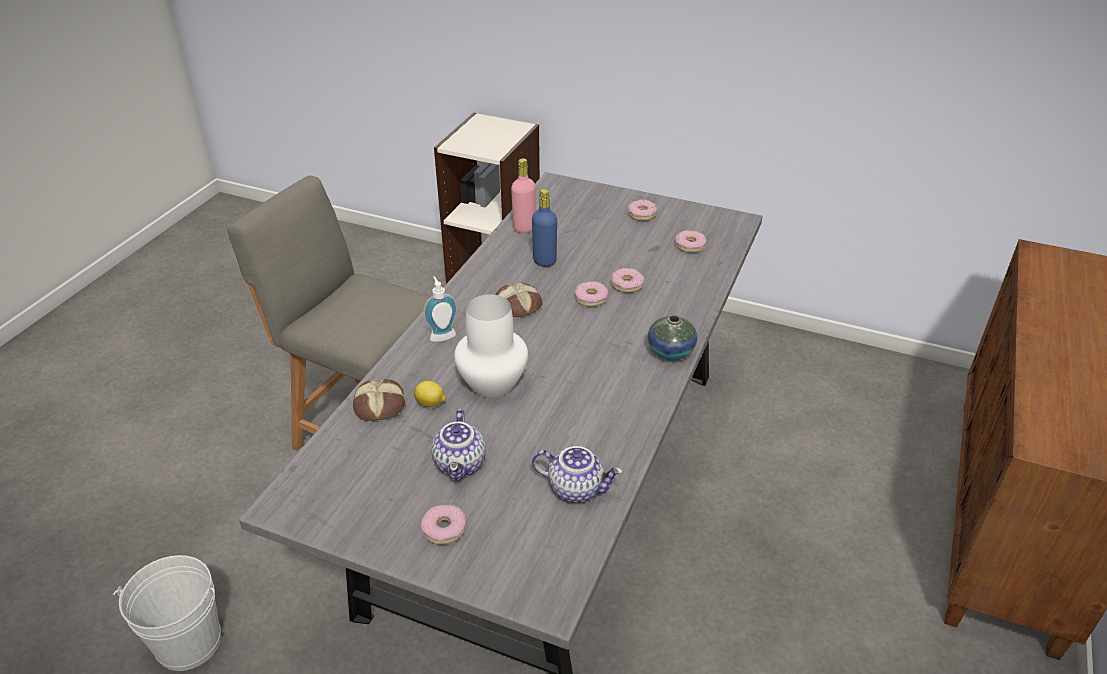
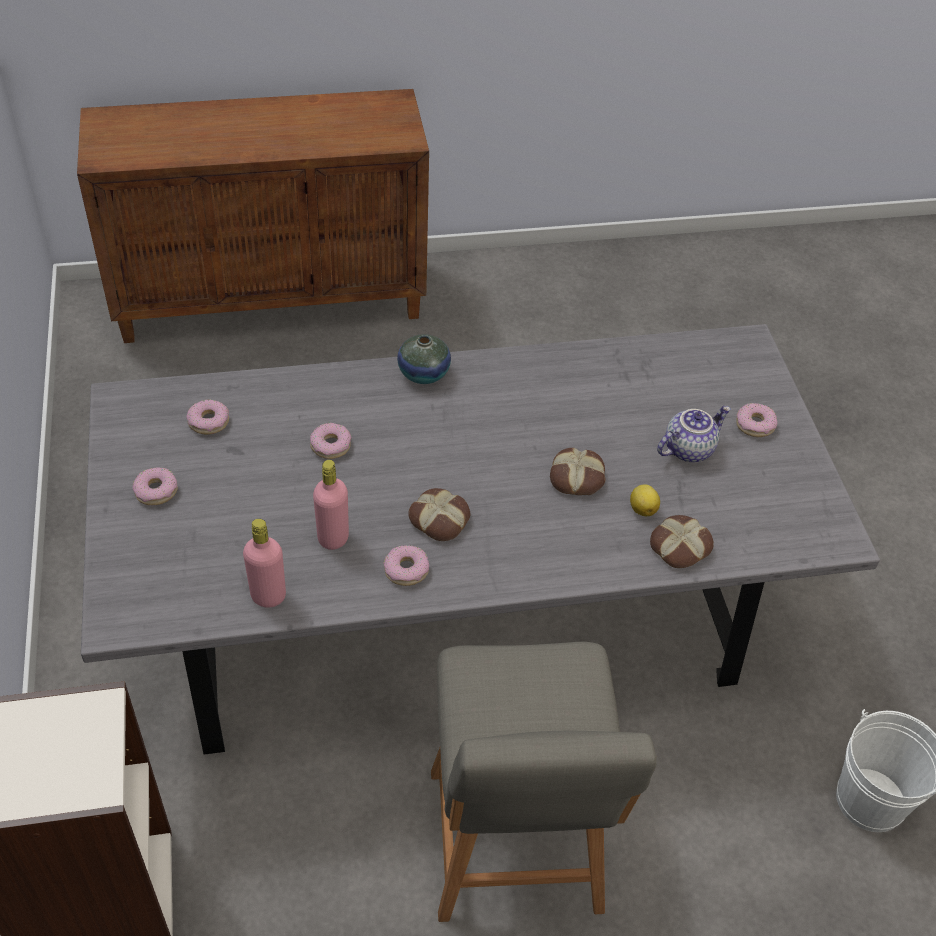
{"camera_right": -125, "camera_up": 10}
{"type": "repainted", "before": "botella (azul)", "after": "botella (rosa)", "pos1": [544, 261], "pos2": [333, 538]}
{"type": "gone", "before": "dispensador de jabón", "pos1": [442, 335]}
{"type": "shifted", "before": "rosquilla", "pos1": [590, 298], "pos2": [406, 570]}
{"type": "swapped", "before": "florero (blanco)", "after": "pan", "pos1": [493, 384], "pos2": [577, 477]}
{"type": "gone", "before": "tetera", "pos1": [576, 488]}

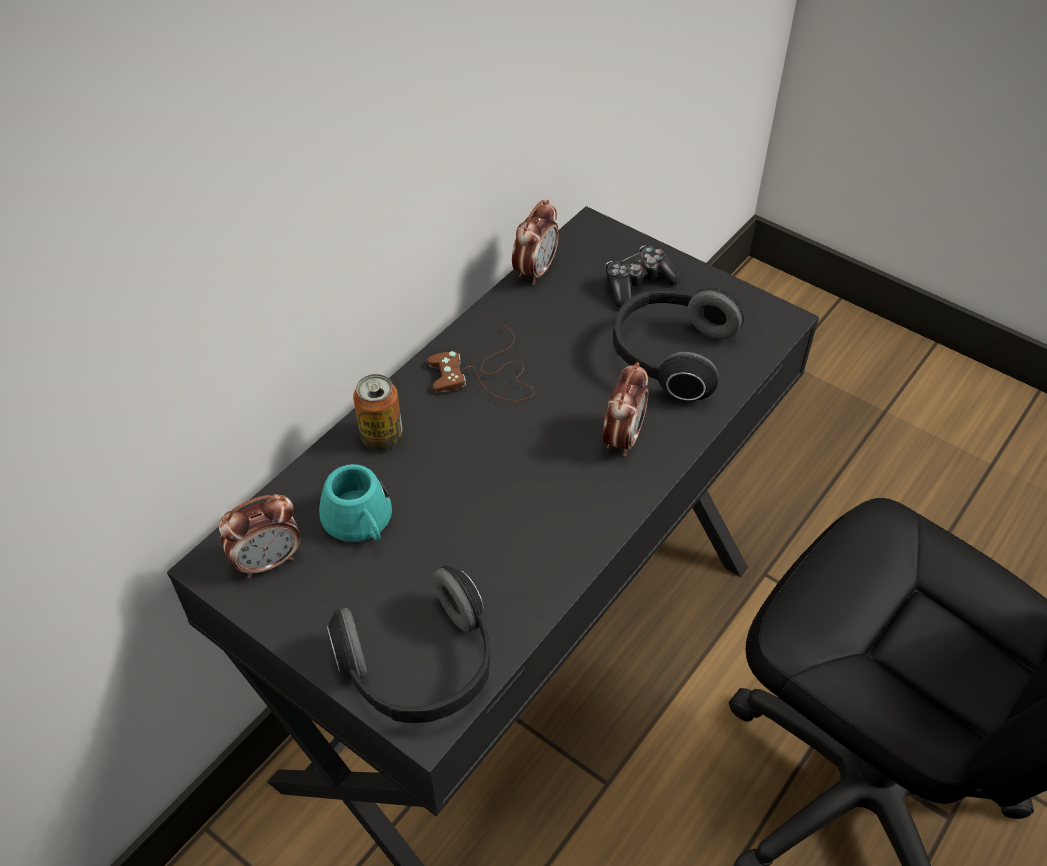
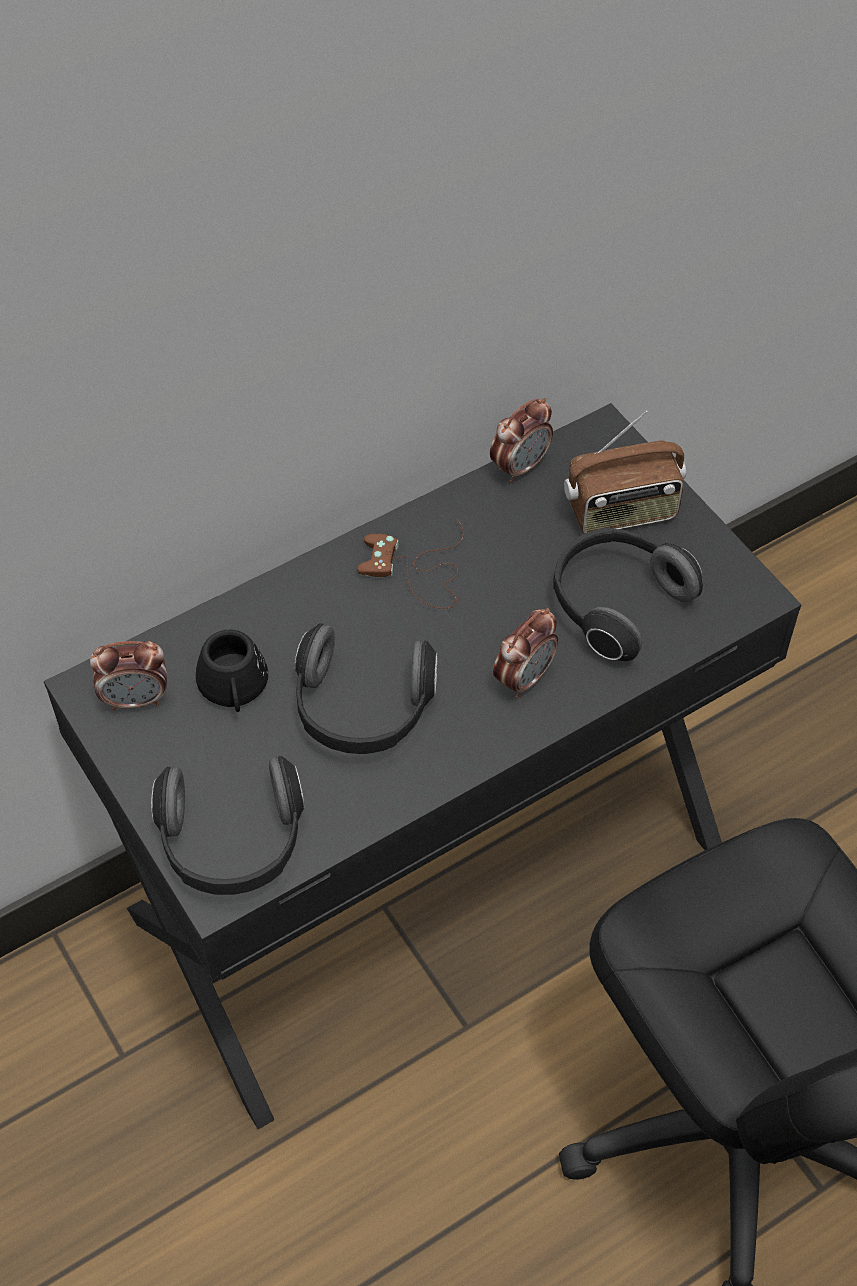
{"camera_right": 20, "camera_up": 5}
{"type": "swapped", "before": "mando de consola", "after": "radio", "pos1": [637, 284], "pos2": [622, 512]}
{"type": "gone", "before": "lata", "pos1": [381, 437]}
{"type": "repainted", "before": "taza grande (turquesa)", "after": "taza grande (negro)", "pos1": [361, 523], "pos2": [234, 689]}
{"type": "new", "after": "auriculares", "pos2": [362, 710]}

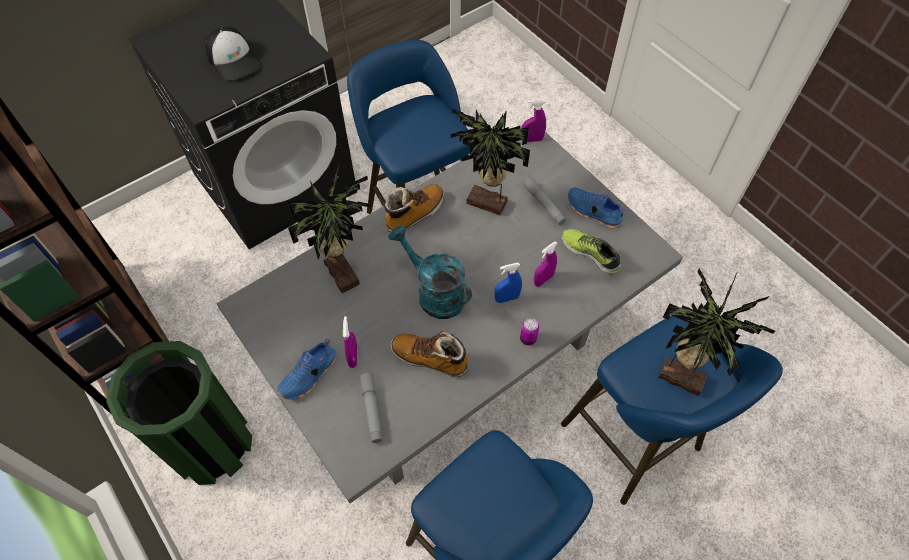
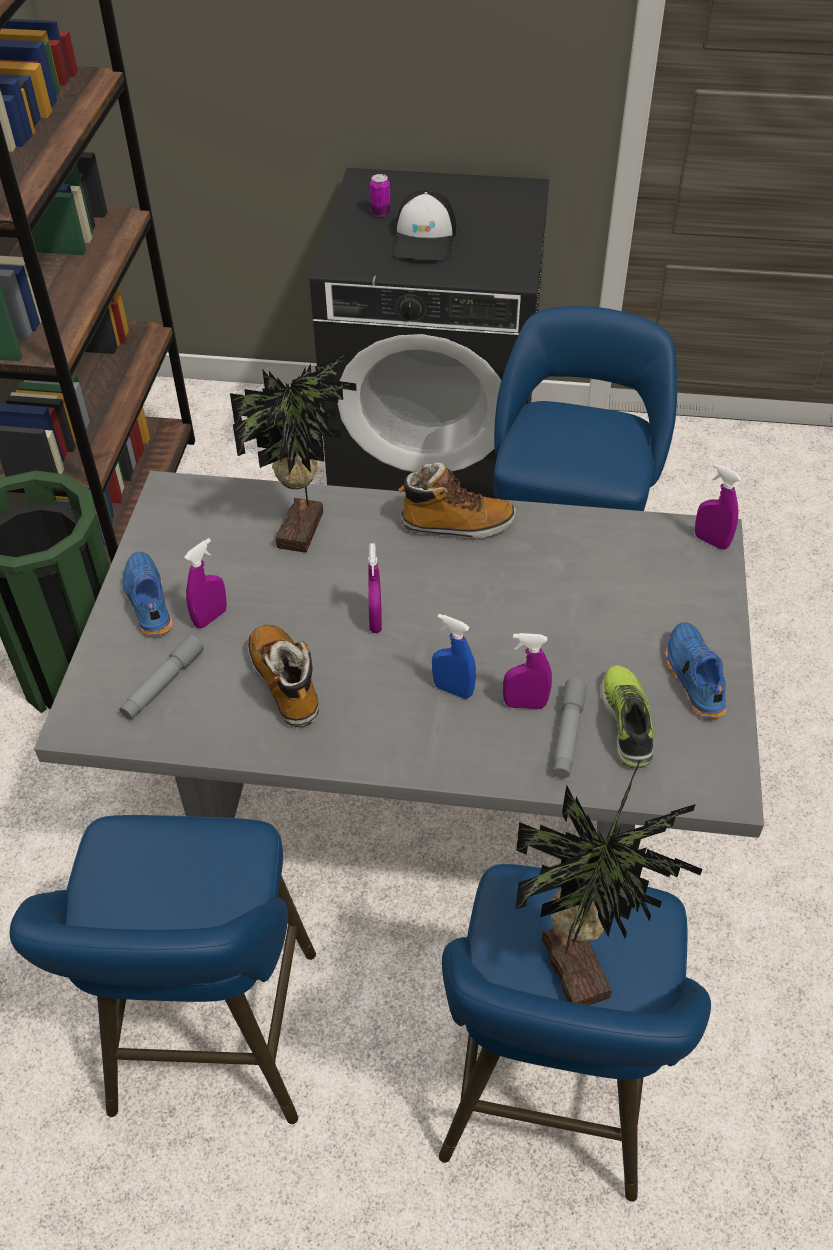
{"camera_right": 45, "camera_up": -10}
{"type": "gone", "before": "planta en maceta", "pos1": [486, 205]}
{"type": "shifted", "before": "linterna (gris)", "pos1": [544, 204], "pos2": [567, 734]}
{"type": "swapped", "before": "regadera (turquesa)", "after": "pulverizador (morado)", "pos1": [434, 292], "pos2": [375, 620]}
{"type": "shifted", "before": "lata", "pos1": [528, 339], "pos2": [380, 213]}
{"type": "rotated", "before": "zapato (azul)", "pos1": [309, 376], "pos2": [147, 602], "turn": 75}

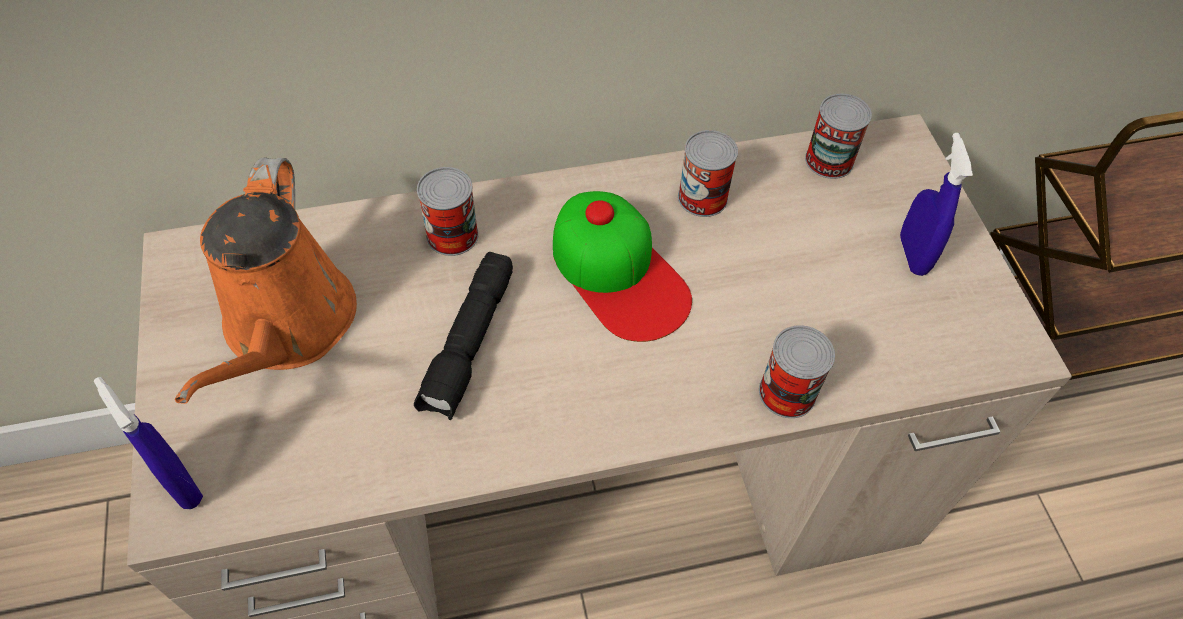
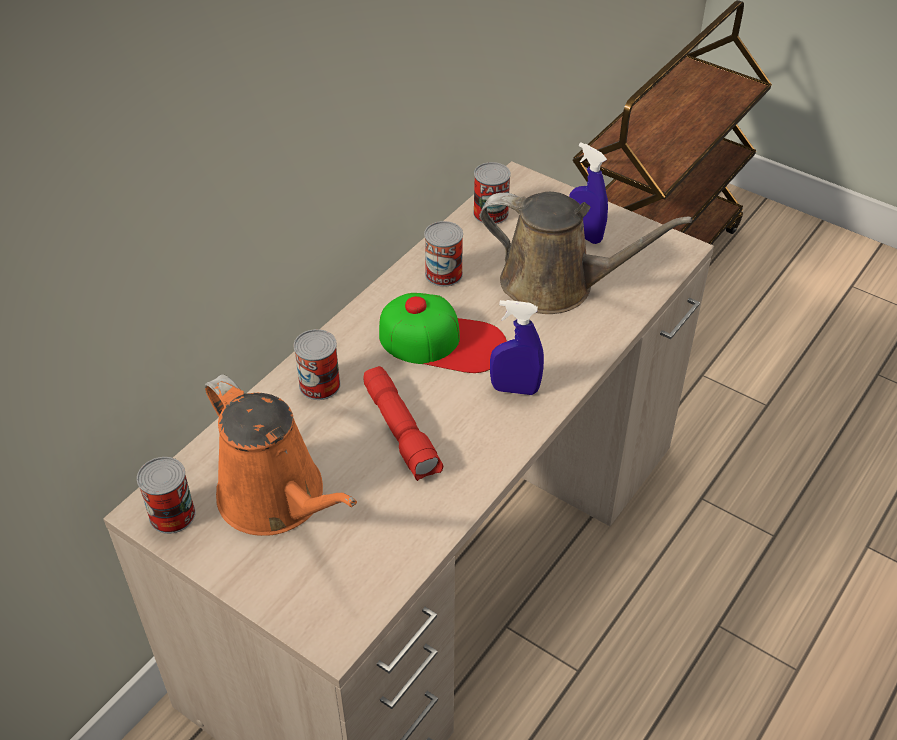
{"camera_right": -40, "camera_up": -10}
{"type": "repainted", "before": "linterna (negro)", "after": "linterna (rojo)", "pos1": [470, 344], "pos2": [402, 432]}
{"type": "shifted", "before": "lata", "pos1": [787, 392], "pos2": [172, 514]}
{"type": "shifted", "before": "pulverizador (azul)", "pos1": [182, 483], "pos2": [515, 389]}
{"type": "new", "after": "regadera (marrón)", "pos2": [556, 285]}

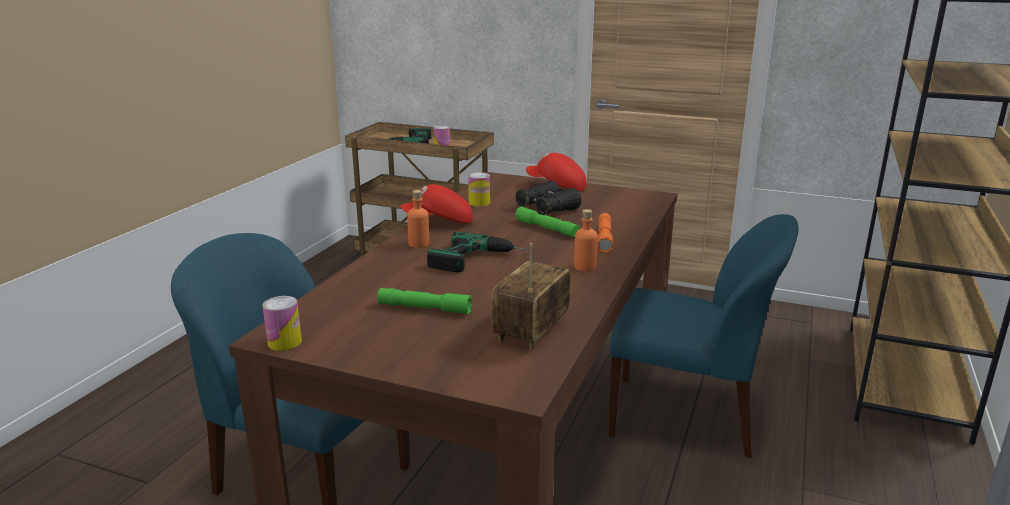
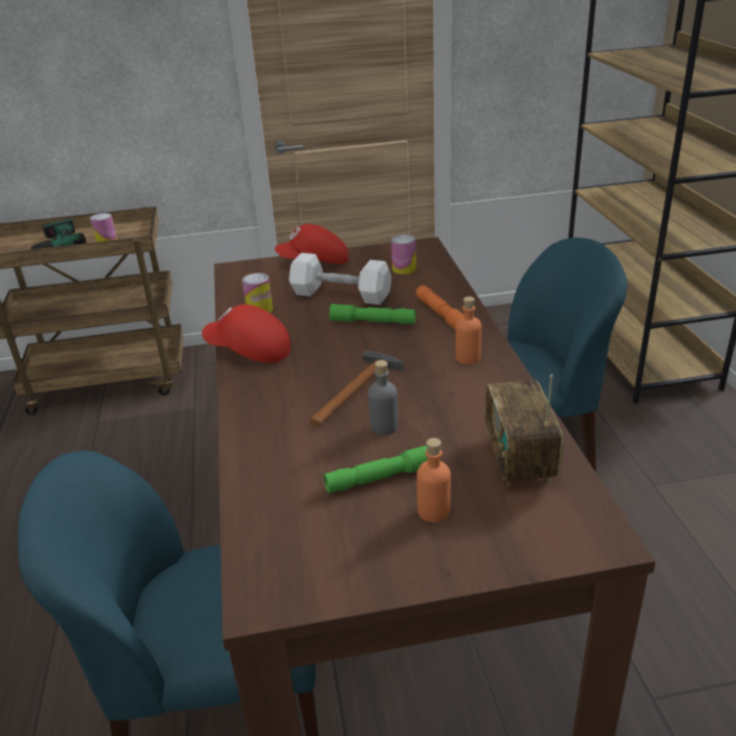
{"camera_right": -30, "camera_up": 10}
{"type": "swapped", "before": "prismáticos (negro)", "after": "mancuerna (blanco)", "pos1": [547, 208], "pos2": [341, 295]}
{"type": "rotated", "before": "gorra (rojo)", "pos1": [439, 222], "pos2": [249, 352], "turn": 60}
{"type": "shifted", "before": "botella (naranja)", "pos1": [419, 244], "pos2": [433, 511]}
{"type": "swapped", "before": "taladro", "after": "martillo", "pos1": [479, 260], "pos2": [357, 388]}
{"type": "shifted", "before": "lata", "pos1": [284, 342], "pos2": [404, 269]}
{"type": "new", "after": "botella (gris)", "pos2": [384, 427]}

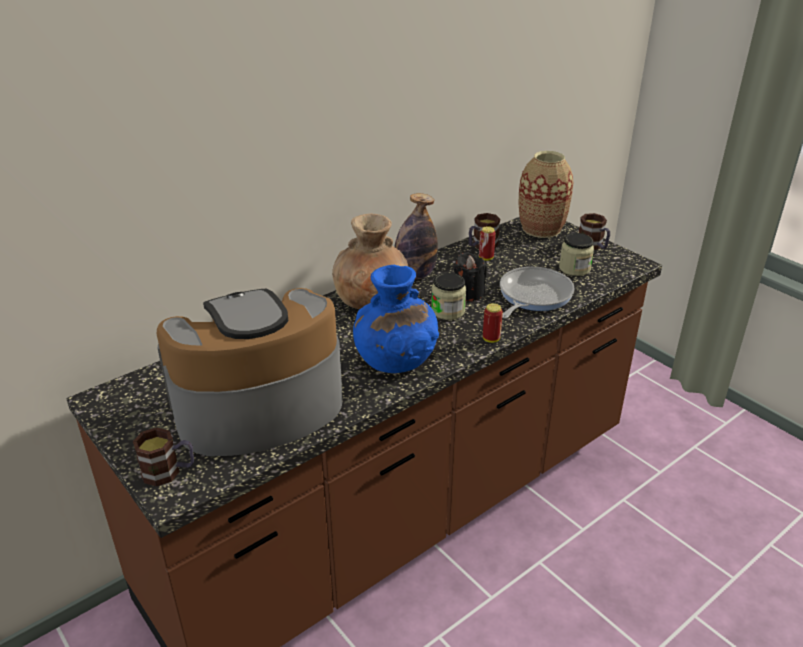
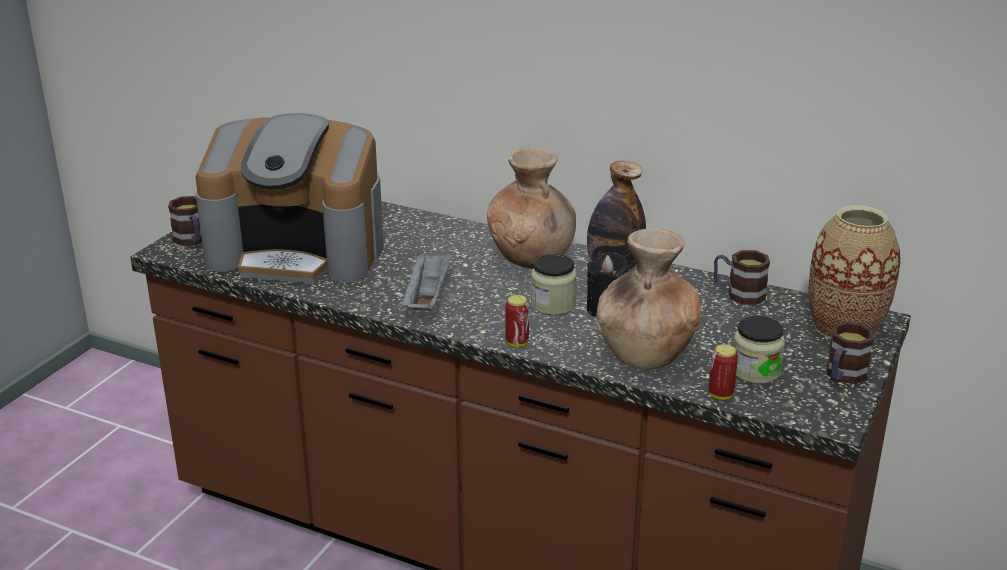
{"camera_right": 65, "camera_up": -5}
{"type": "shifted", "before": "lata", "pos1": [486, 258], "pos2": [720, 395]}
{"type": "swapped", "before": "florero (azul)", "after": "bandeja (gris)", "pos1": [395, 360], "pos2": [427, 297]}
{"type": "swapped", "before": "sartén", "after": "florero (marrón)", "pos1": [532, 296], "pos2": [646, 352]}
{"type": "rotated", "before": "cafetera", "pos1": [257, 407], "pos2": [299, 251], "turn": 150}

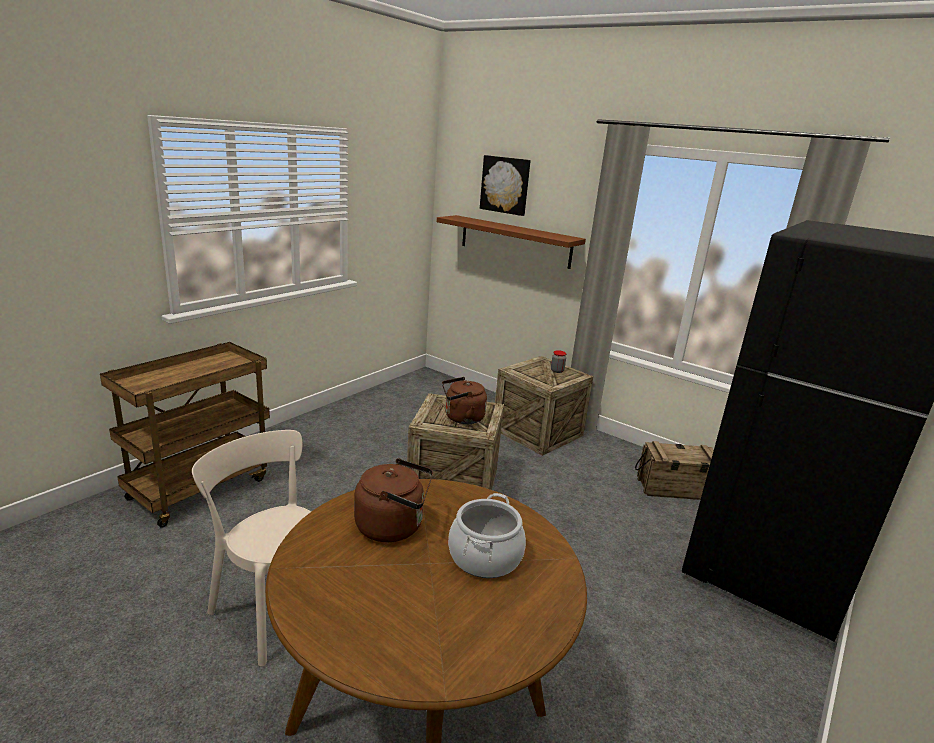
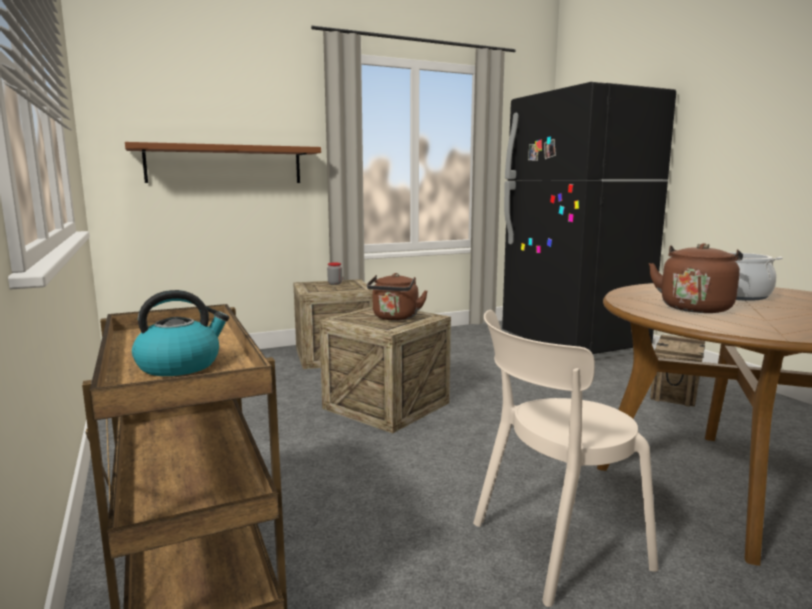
{"camera_right": -60, "camera_up": -10}
{"type": "gone", "before": "cuadro", "pos1": [505, 185]}
{"type": "shifted", "before": "caja de embalaje", "pos1": [676, 489], "pos2": [676, 390]}
{"type": "new", "after": "hervidor", "pos2": [180, 365]}

